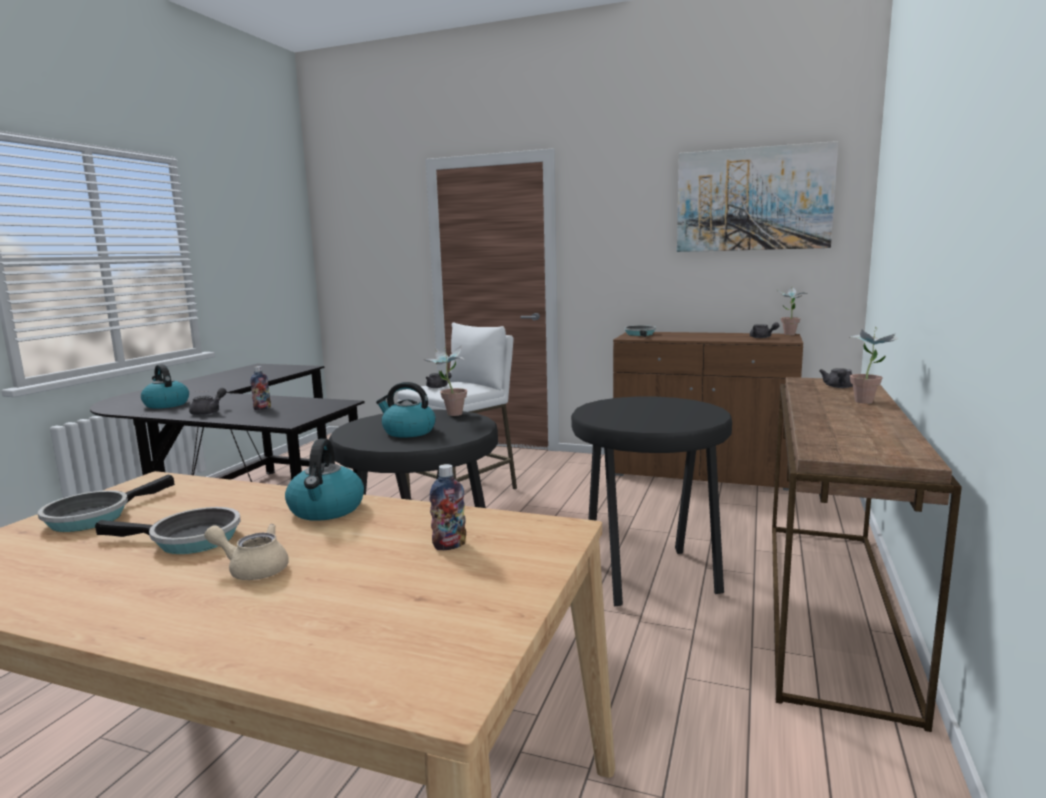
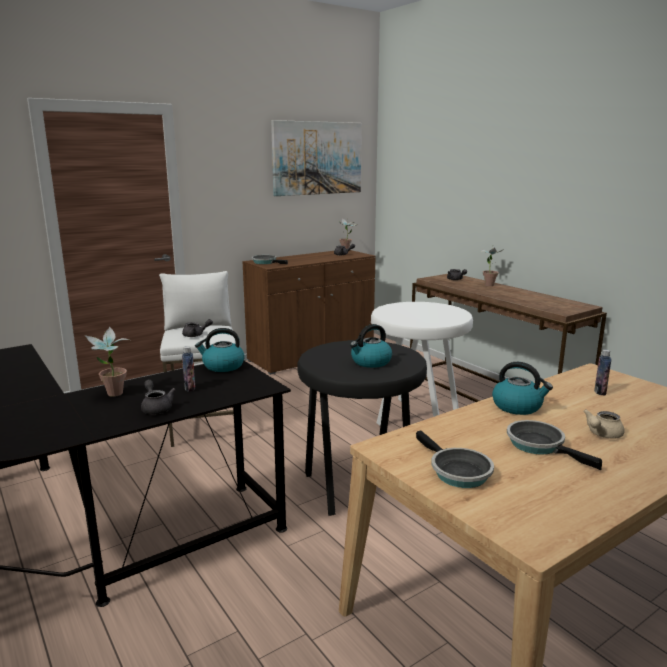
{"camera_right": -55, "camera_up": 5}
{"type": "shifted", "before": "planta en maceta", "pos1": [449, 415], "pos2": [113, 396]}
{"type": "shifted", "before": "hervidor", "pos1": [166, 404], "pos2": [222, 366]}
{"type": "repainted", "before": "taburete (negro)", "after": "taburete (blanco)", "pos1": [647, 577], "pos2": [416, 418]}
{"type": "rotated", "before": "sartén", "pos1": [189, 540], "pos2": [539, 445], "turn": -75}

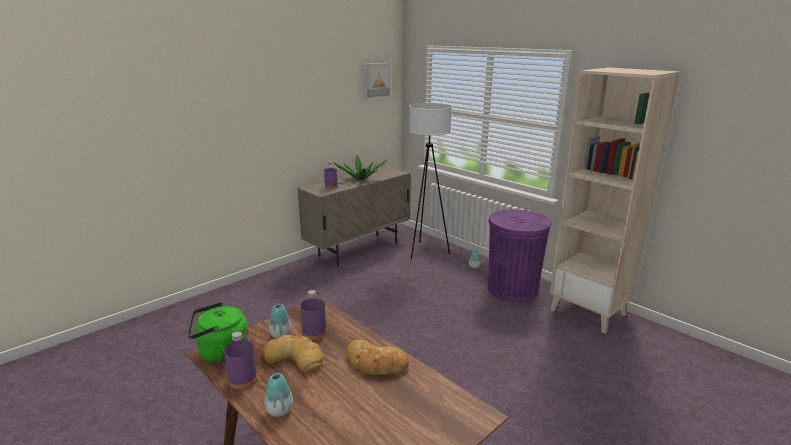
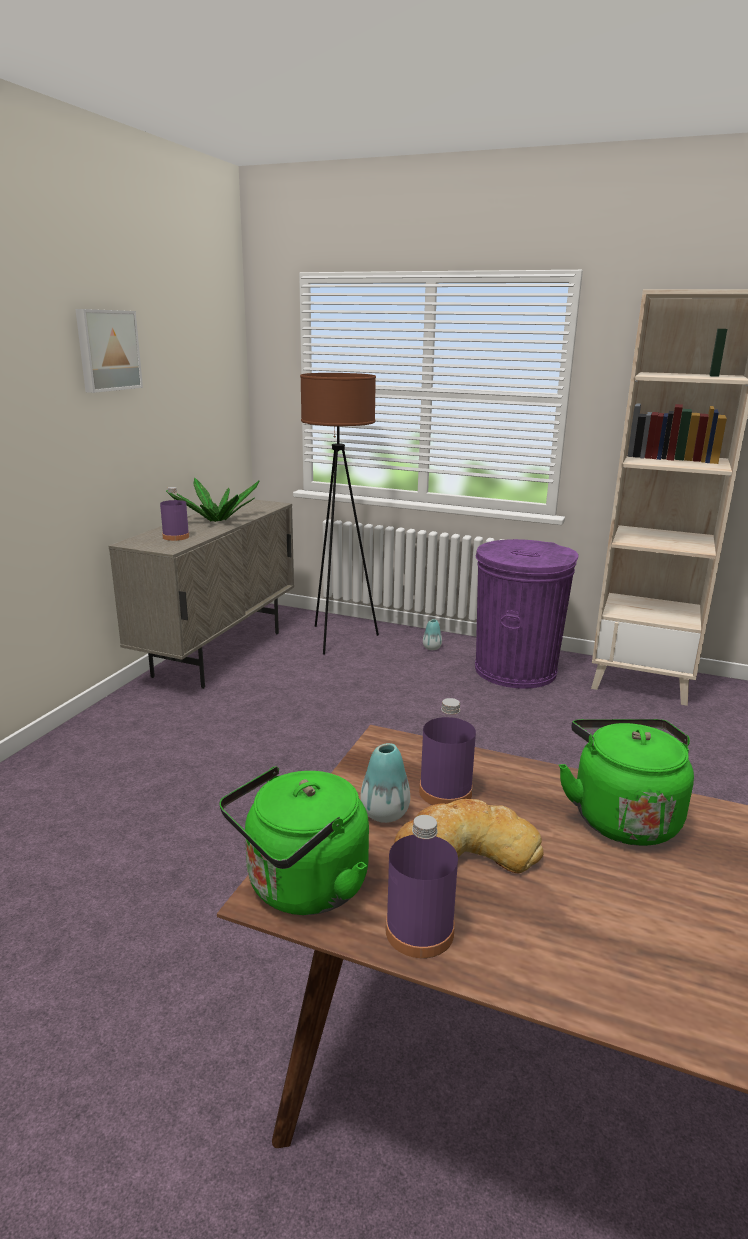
{"camera_right": -25, "camera_up": 0}
{"type": "shifted", "before": "cuadro", "pos1": [376, 80], "pos2": [107, 350]}
{"type": "repainted", "before": "lámpara de pie (blanco)", "after": "lámpara de pie (marrón)", "pos1": [426, 252], "pos2": [338, 638]}
{"type": "swapped", "before": "pan", "after": "hervidor (verde)", "pos1": [375, 363], "pos2": [621, 816]}
{"type": "gone", "before": "florero", "pos1": [279, 410]}

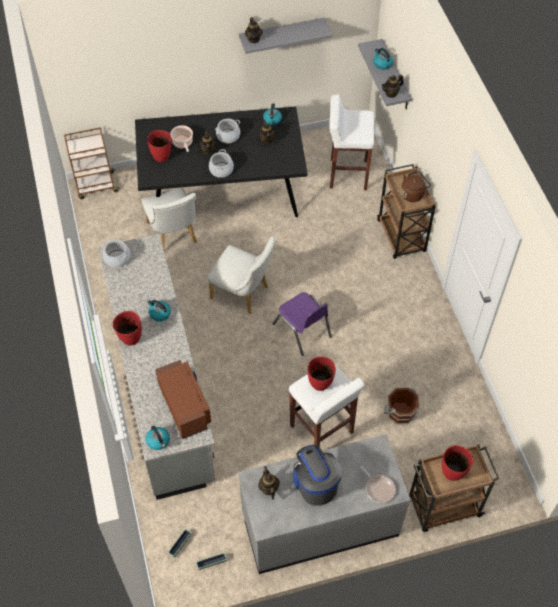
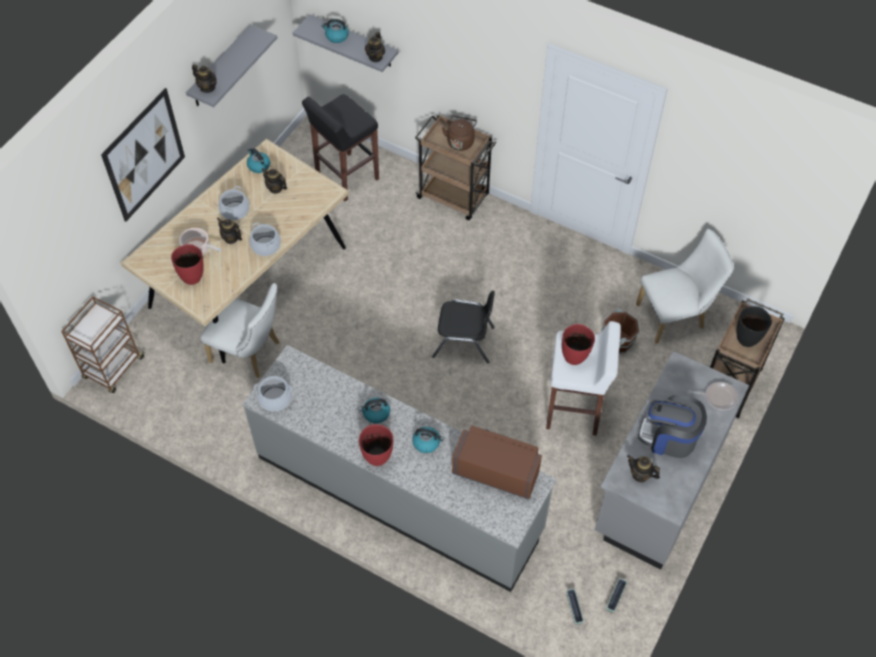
{"camera_right": -45, "camera_up": 0}
{"type": "repainted", "before": "taburete (blanco)", "after": "taburete (negro)", "pos1": [347, 174], "pos2": [346, 177]}
{"type": "repainted", "before": "mesa de comedor (negro)", "after": "mesa de comedor (beis)", "pos1": [222, 191], "pos2": [248, 278]}
{"type": "shifted", "before": "silla (blanco)", "pos1": [243, 294], "pos2": [675, 316]}
{"type": "repainted", "before": "silla (morado)", "after": "silla (negro)", "pos1": [302, 330], "pos2": [464, 342]}
{"type": "shifted", "before": "hervidor", "pos1": [158, 441], "pos2": [427, 442]}
{"type": "repainted", "before": "florero (rojo)", "after": "florero (negro)", "pos1": [452, 472], "pos2": [747, 339]}
{"type": "new", "after": "cuadro", "pos2": [144, 155]}

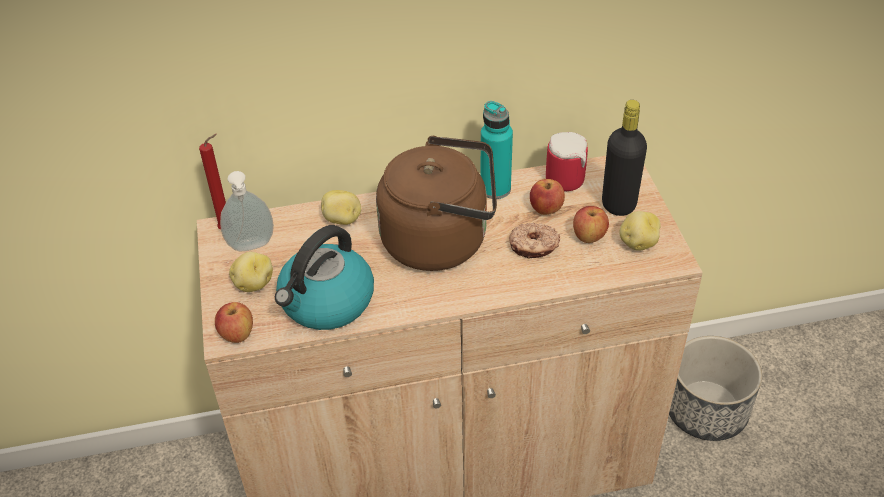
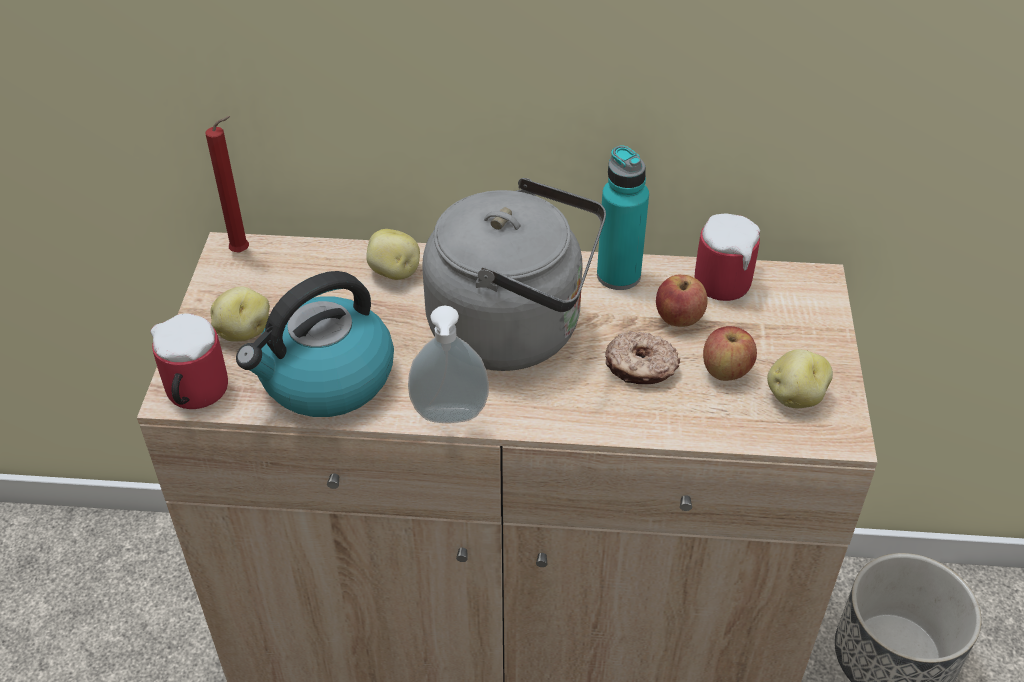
{"camera_right": 15, "camera_up": 0}
{"type": "gone", "before": "botella (negro)", "pos1": [618, 204]}
{"type": "repainted", "before": "hervidor (marrón)", "after": "hervidor (gris)", "pos1": [441, 240], "pos2": [515, 329]}
{"type": "shifted", "before": "dispensador de jabón", "pos1": [252, 247], "pos2": [450, 418]}
{"type": "swapped", "before": "manzana", "after": "taza grande", "pos1": [237, 335], "pos2": [192, 394]}

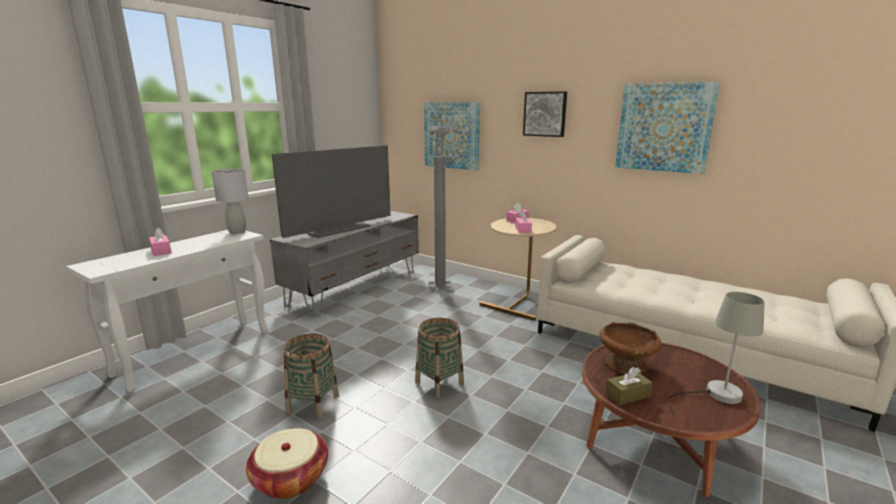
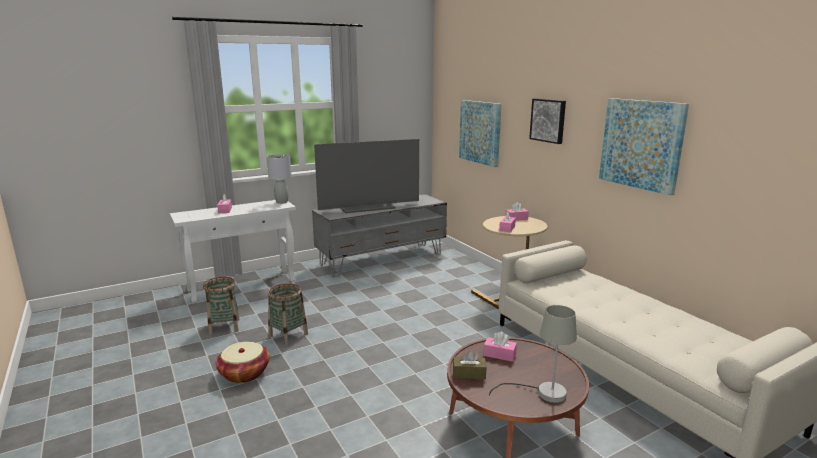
{"camera_right": 25, "camera_up": 0}
{"type": "gone", "before": "lámpara de pie (gris)", "pos1": [442, 295]}
{"type": "shifted", "before": "cesta", "pos1": [439, 383], "pos2": [224, 327]}
{"type": "swapped", "before": "cuenco (marrón)", "after": "caja de pañuelos (rosa)", "pos1": [626, 364], "pos2": [499, 354]}

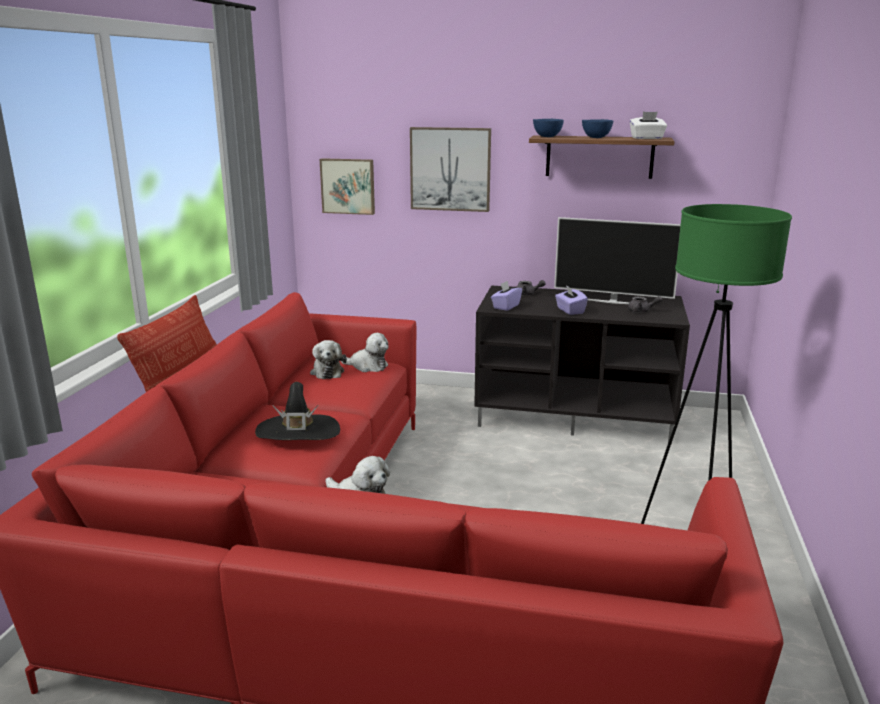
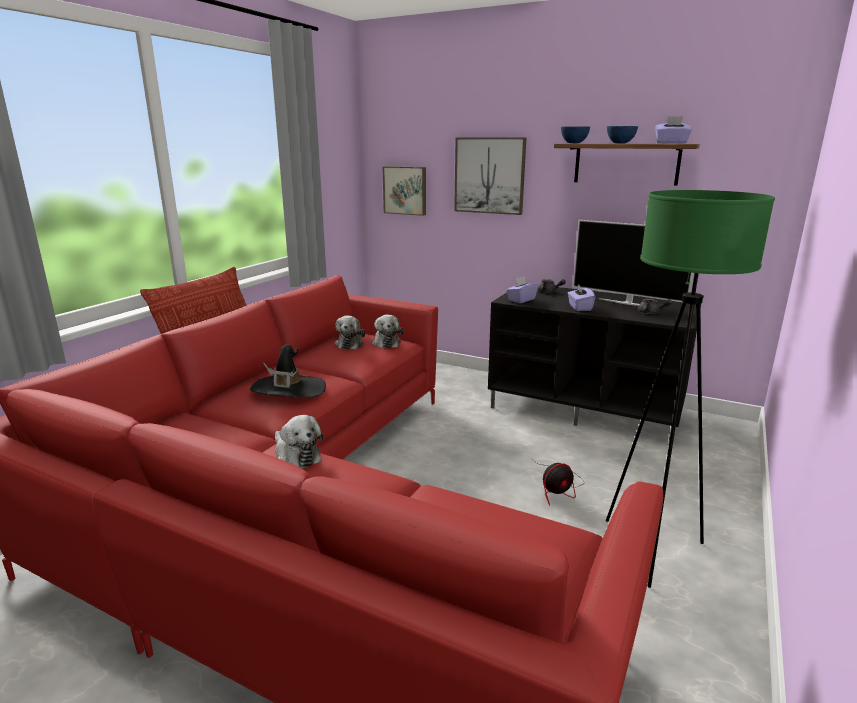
{"camera_right": 15, "camera_up": 0}
{"type": "repainted", "before": "caja de pañuelos (blanco)", "after": "caja de pañuelos (morado)", "pos1": [647, 138], "pos2": [671, 143]}
{"type": "rotated", "before": "peluche", "pos1": [367, 366], "pos2": [386, 342], "turn": 45}
{"type": "new", "after": "ventilador", "pos2": [558, 488]}

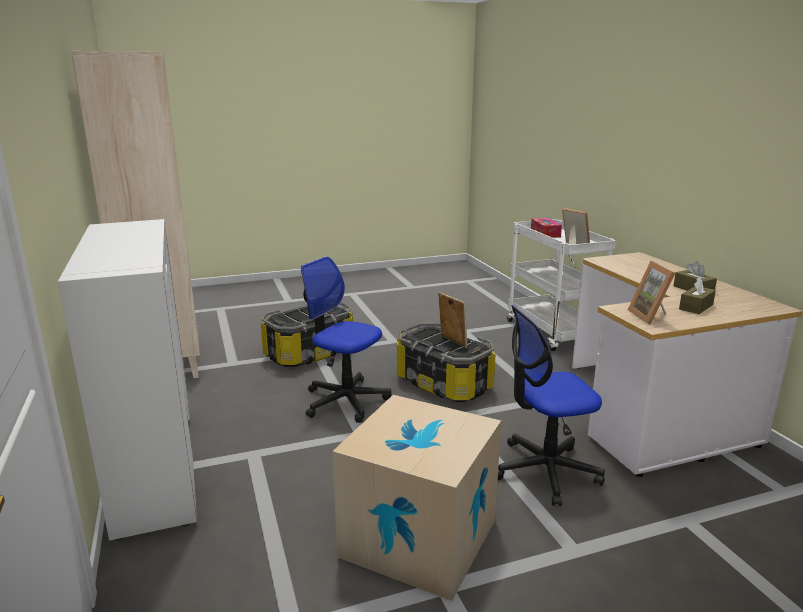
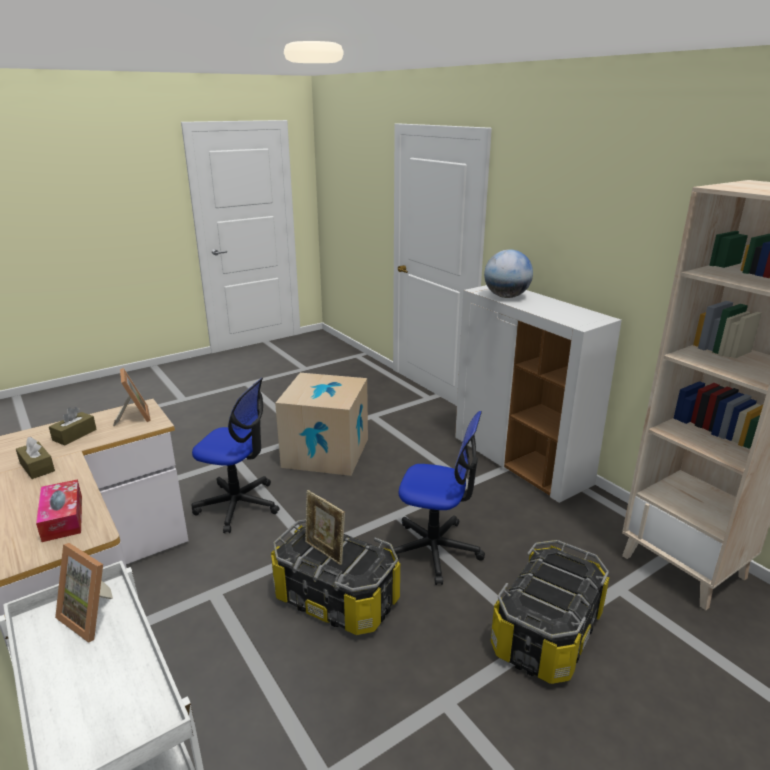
{"camera_right": 165, "camera_up": 5}
{"type": "shifted", "before": "caja de pañuelos", "pos1": [545, 233], "pos2": [63, 518]}
{"type": "rotated", "before": "silla de oficina", "pos1": [545, 471], "pos2": [238, 505], "turn": 45}
{"type": "new", "after": "globo terráqueo", "pos2": [506, 297]}

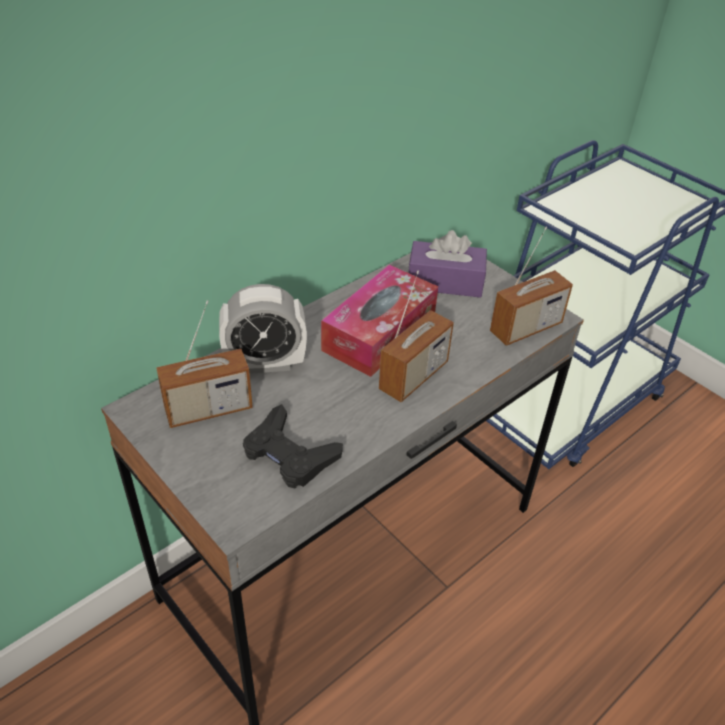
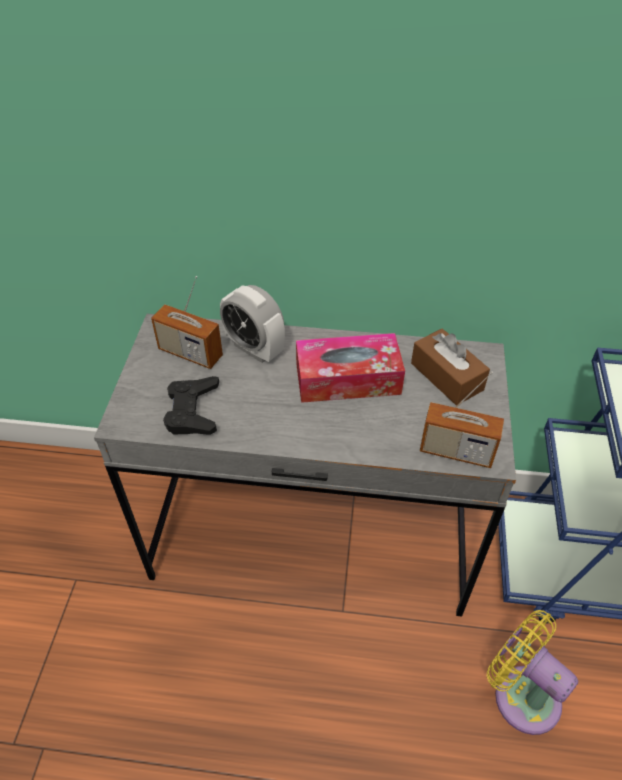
{"camera_right": 50, "camera_up": 5}
{"type": "repainted", "before": "caja de pañuelos (morado)", "after": "caja de pañuelos (marrón)", "pos1": [445, 282], "pos2": [446, 376]}
{"type": "gone", "before": "radio", "pos1": [413, 376]}
{"type": "new", "after": "ventilador (amarillo)", "pos2": [521, 693]}

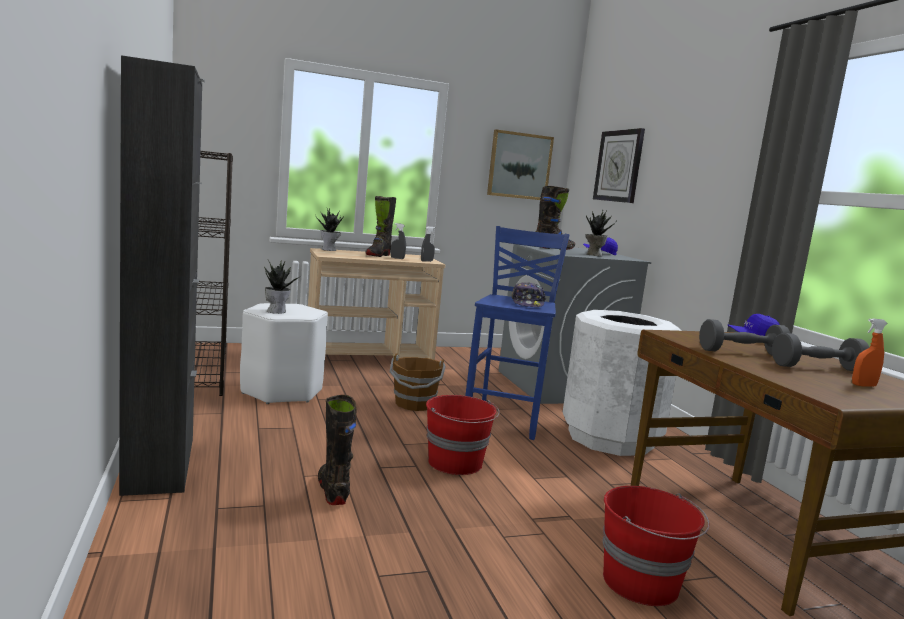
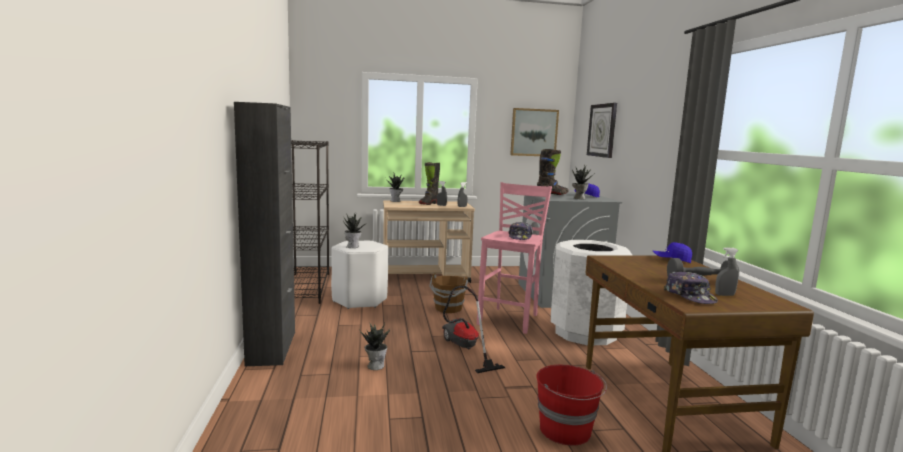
{"camera_right": 10, "camera_up": 0}
{"type": "repainted", "before": "taburete (azul)", "after": "taburete (rosa)", "pos1": [505, 420], "pos2": [510, 319]}
{"type": "repainted", "before": "pulverizador (naranja)", "after": "pulverizador (gris)", "pos1": [863, 385], "pos2": [724, 295]}
{"type": "gone", "before": "mancuerna (gris)", "pos1": [741, 353]}
{"type": "swapped", "before": "bota (negro)", "after": "planta en maceta", "pos1": [333, 491], "pos2": [375, 366]}
{"type": "swapped", "before": "cubo (rojo)", "after": "aspiradora", "pos1": [456, 463], "pos2": [464, 349]}
{"type": "new", "after": "gorra", "pos2": [690, 296]}

